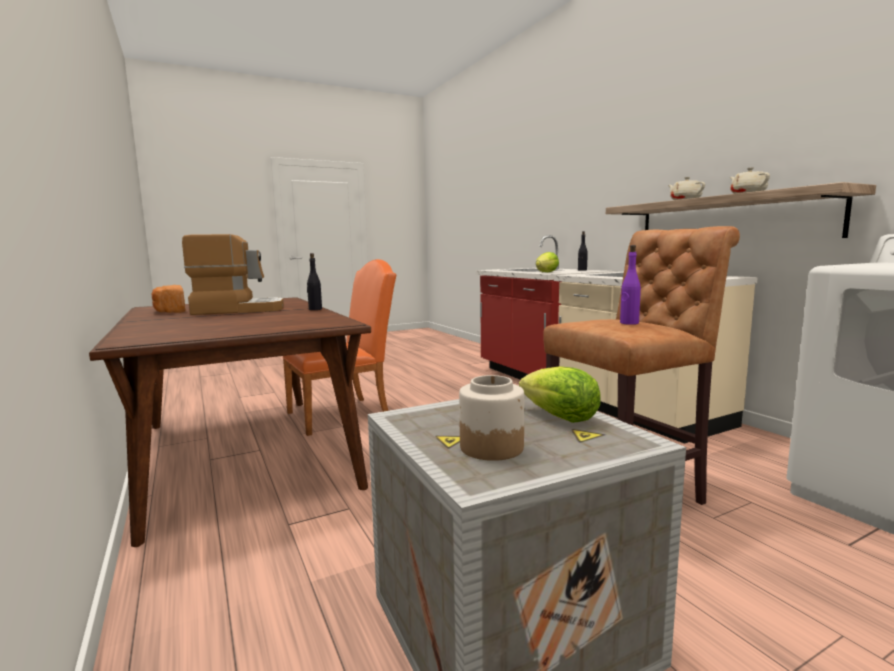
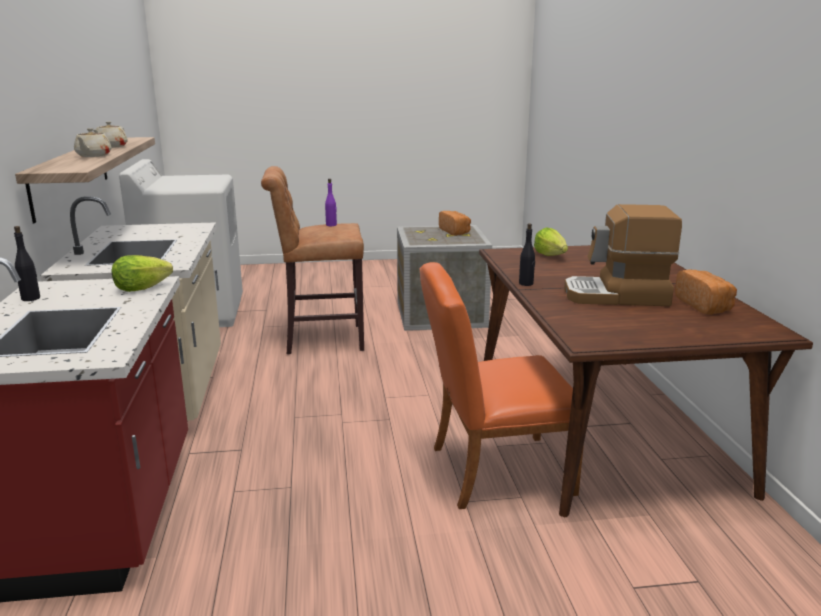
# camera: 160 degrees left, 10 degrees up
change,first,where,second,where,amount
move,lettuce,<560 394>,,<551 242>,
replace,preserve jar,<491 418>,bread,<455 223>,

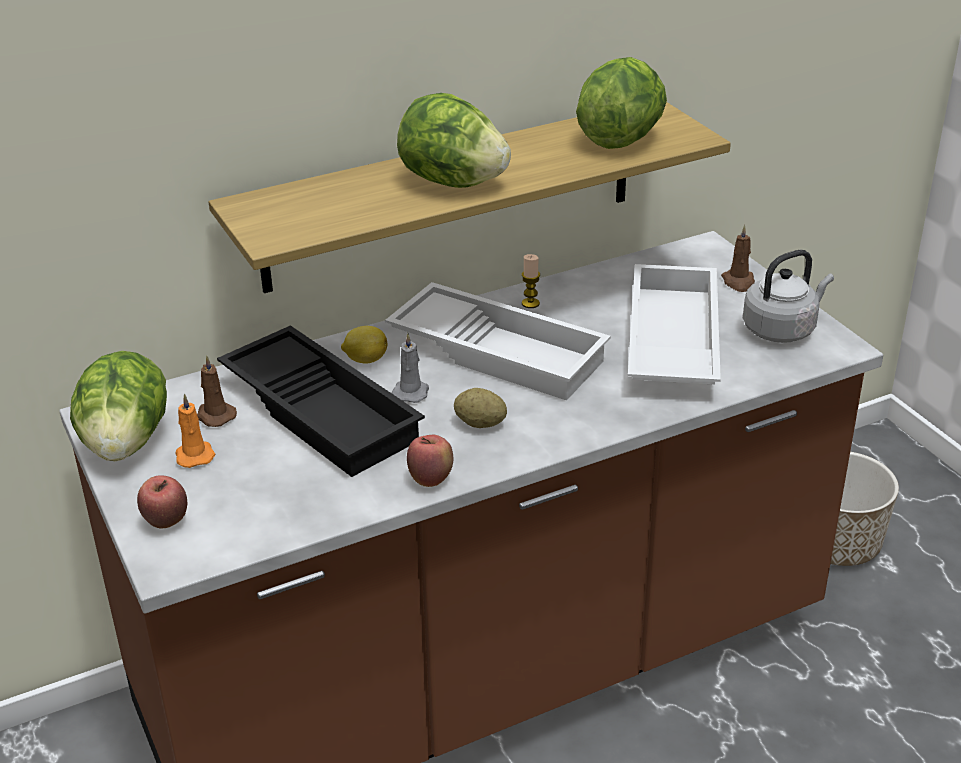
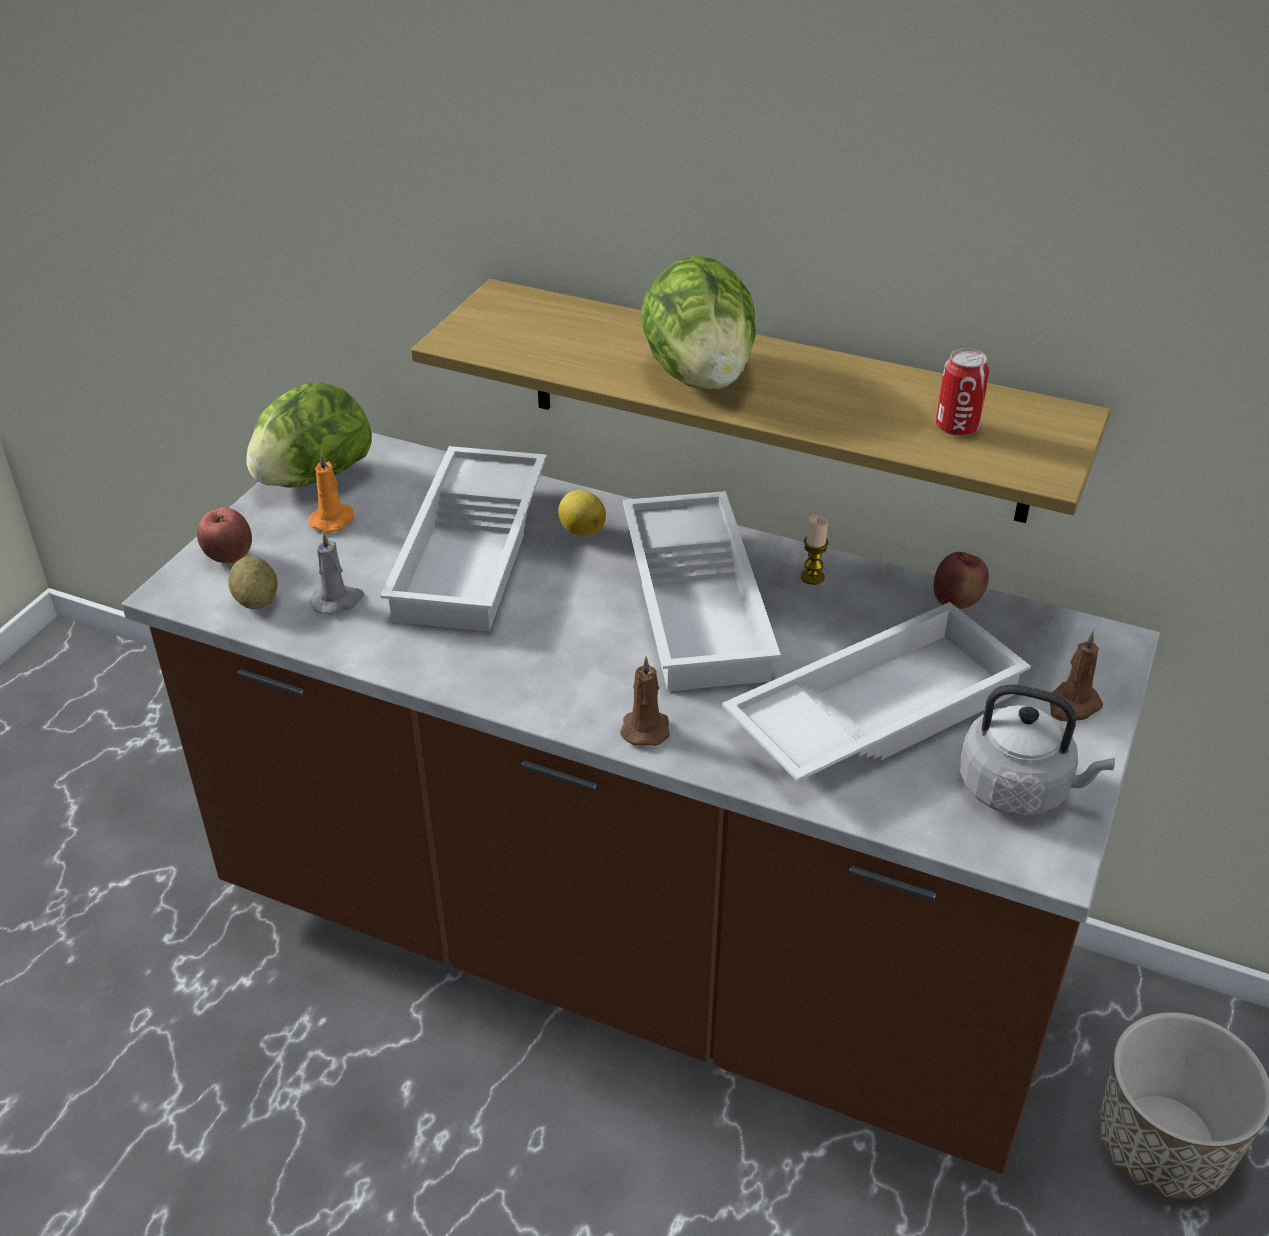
# camera: 50 degrees right, 5 degrees up
change,first,where,second,where,amount
replace,lettuce,<621 103>,can,<962 392>,
recolor,blackish serving tray,<321 401>,white serving tray,<463 539>,
move,gray candle,<410 368>,,<337 573>,
move,brownish candle,<217 391>,,<645 701>,
move,spud,<480 408>,,<253 582>,
move,apple fruit,<430 461>,,<961 580>,

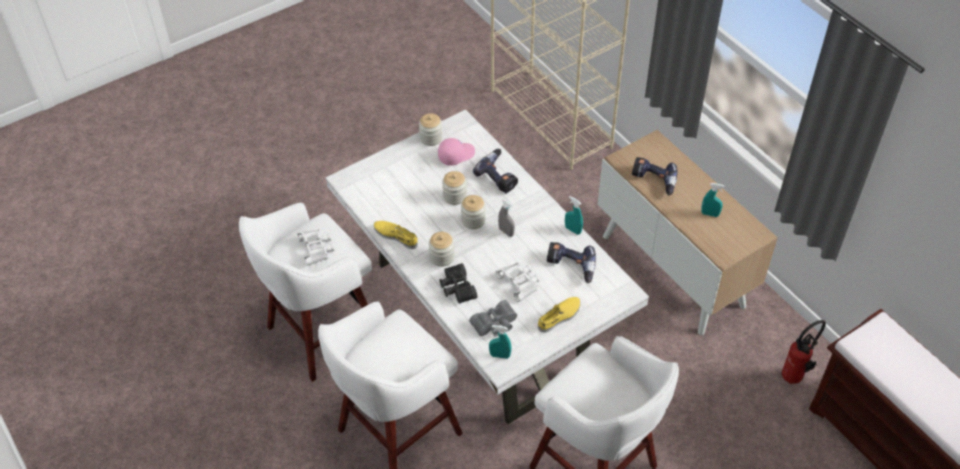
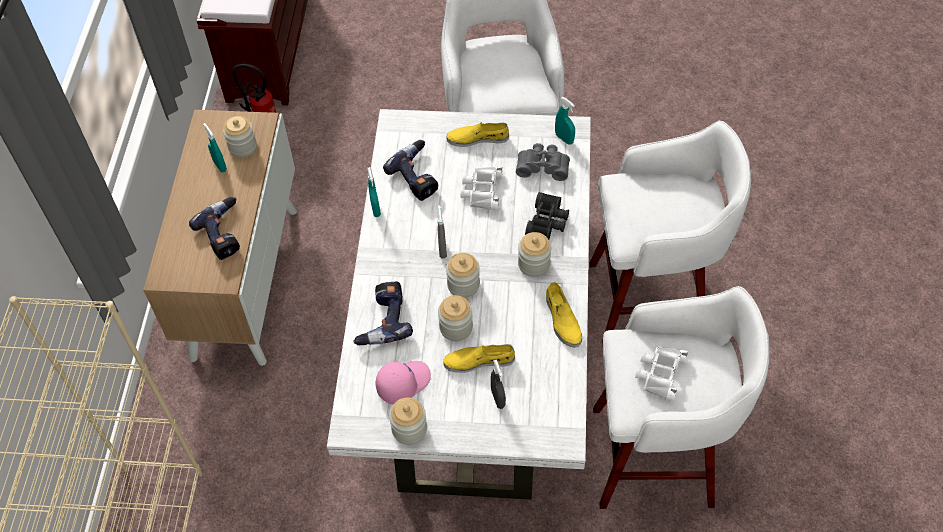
# camera: 140 degrees left, 5 degrees up
change,first,where,second,where,amount
rotate,pinkish peaked cap,<456 152>,,<403 383>,135 degrees clockwise
insert,,,preserve jar,<240 136>,
insert,,,yellow-coloured low shoe,<479 358>,
insert,,,gray sprayer,<498 384>,

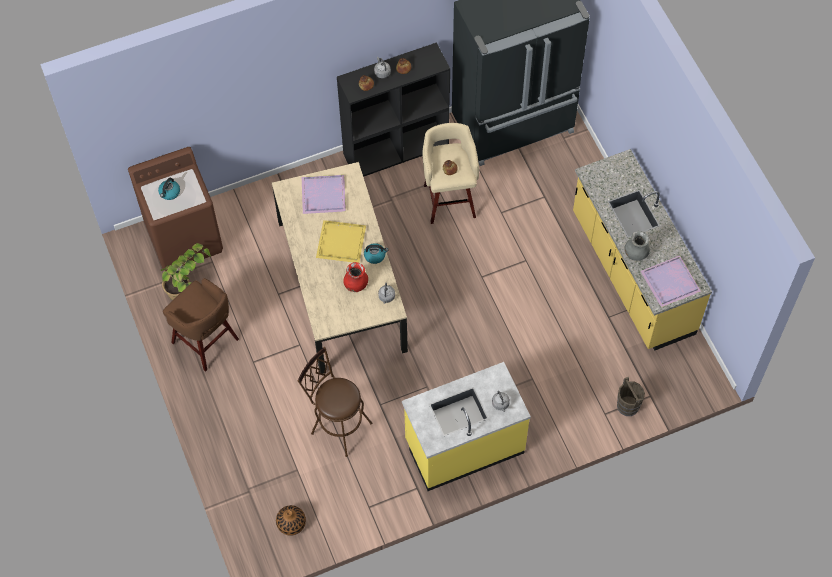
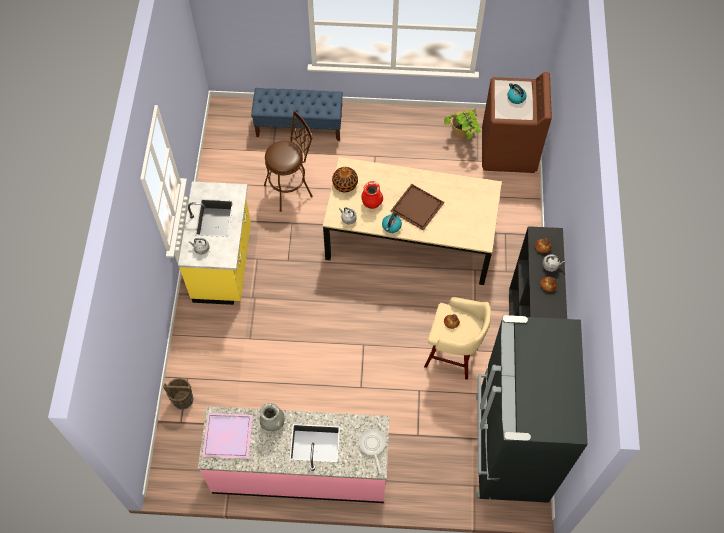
# camera: 115 degrees right, 0 degrees up
change,first,where,second,where,amount
recolor,yellow-coloured kitchen counter,<642 250>,pinkish kitchen counter,<293 454>,
delete,purple serving tray,<324 194>,,,
recolor,yellow-coloured serving tray,<341 241>,brownish serving tray,<417 207>,
delete,brownish stool seat,<201 325>,,,
move,decorative vase,<291 520>,,<345 179>,
insert,,,blue-coloured indoor bench,<297 114>,
insert,,,frying pan,<372 451>,

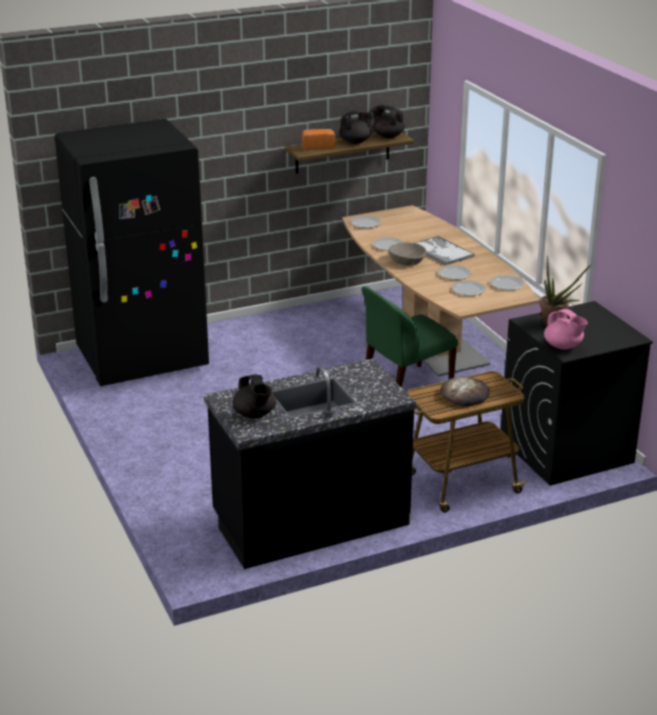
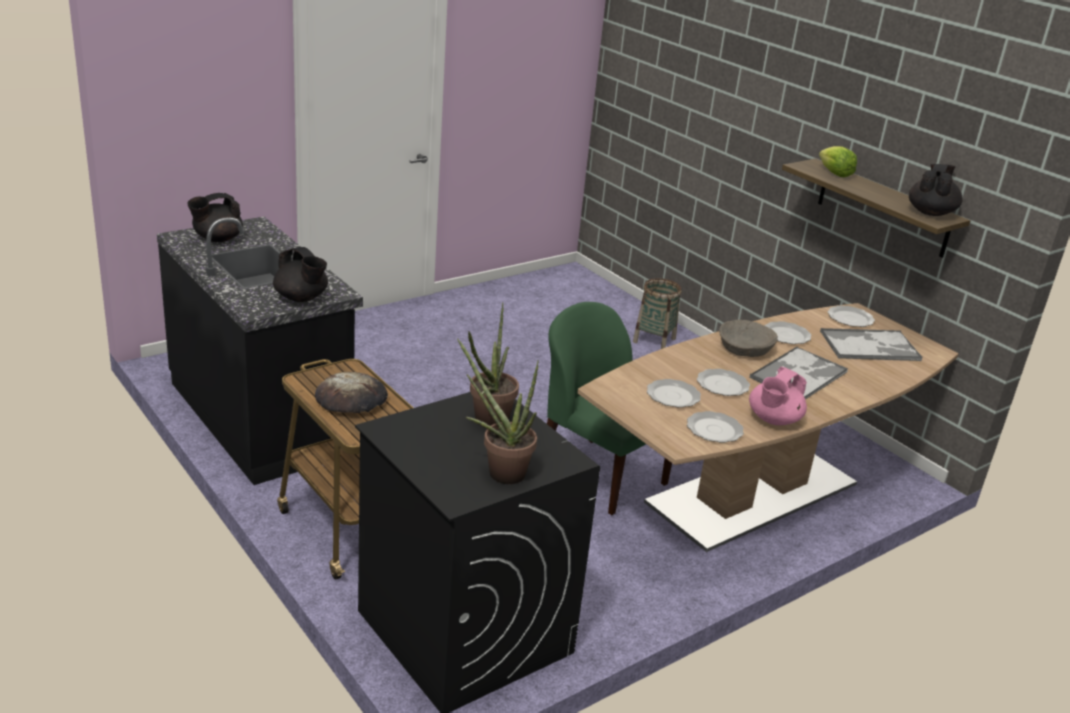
# camera: 75 degrees right, 0 degrees up
change,first,where,second,where,amount
move,blackish teapot,<355 127>,,<300 274>,
delete,blackish refrigerator,<132 252>,,,
replace,bread,<319 139>,lettuce,<838 161>,
move,pinkish teapot,<566 329>,,<778 396>,
insert,,,household basket,<657 313>,
insert,,,serving tray,<871 344>,
insert,,,houseplant,<498 411>,

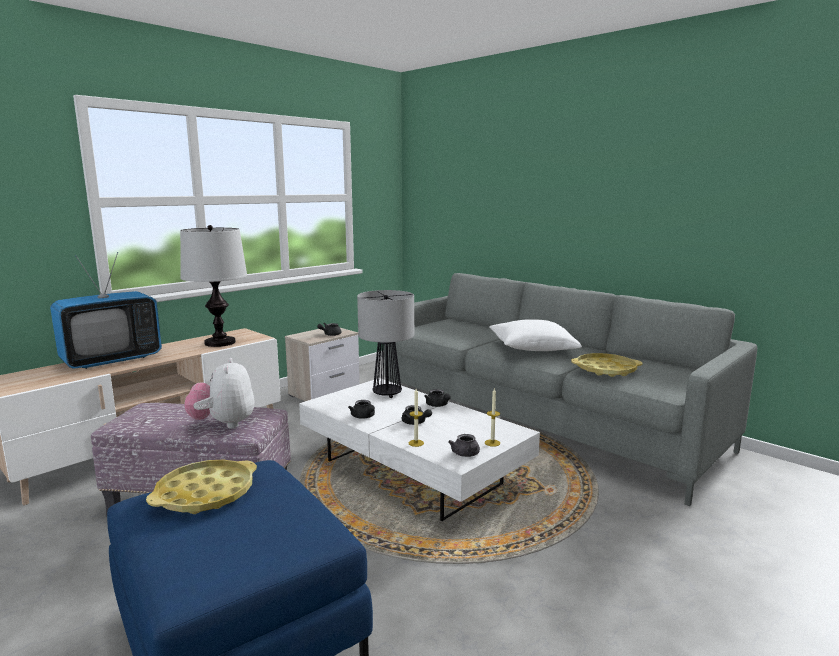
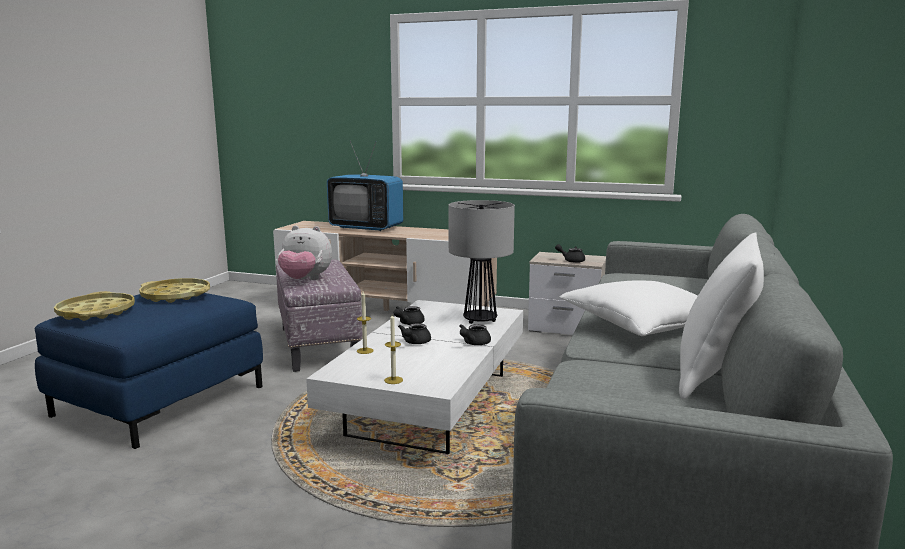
# camera: 65 degrees right, 0 degrees up
change,first,where,second,where,amount
delete,lamp for a table,<213 286>,,,
move,yellow-coloured serving tray,<607 365>,,<94 306>,
rotate,plush toy,<219 393>,,<305 252>,135 degrees counterclockwise
delete,gray teapot,<464 445>,,,
insert,,,white cushion,<721 316>,

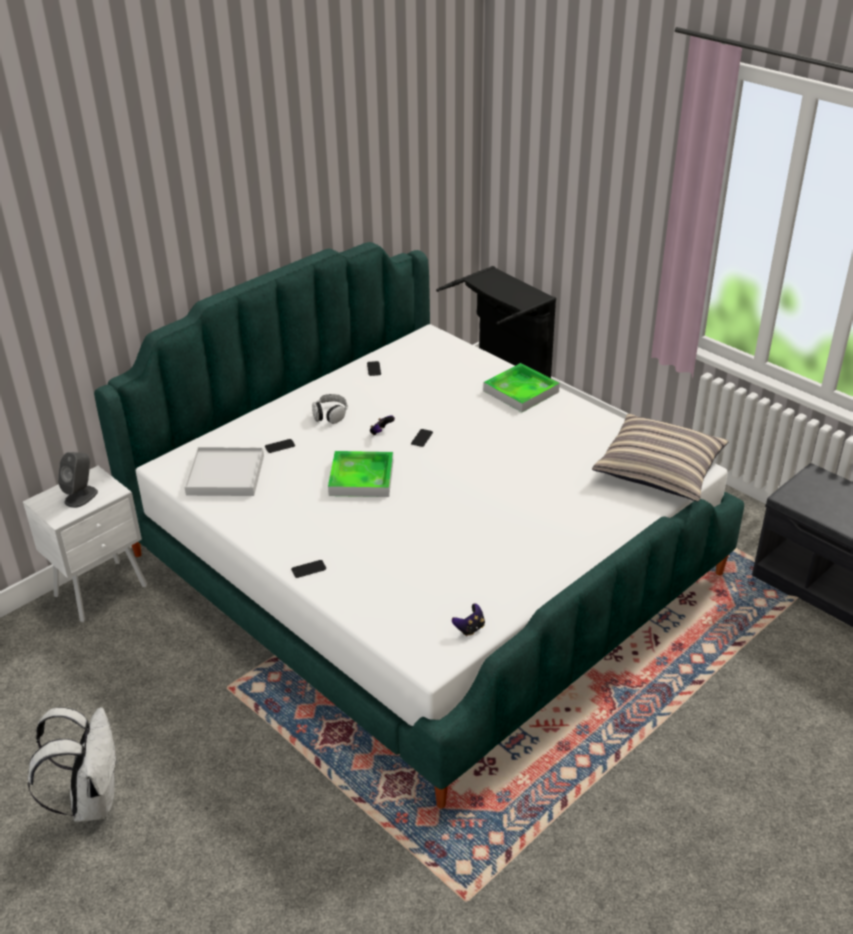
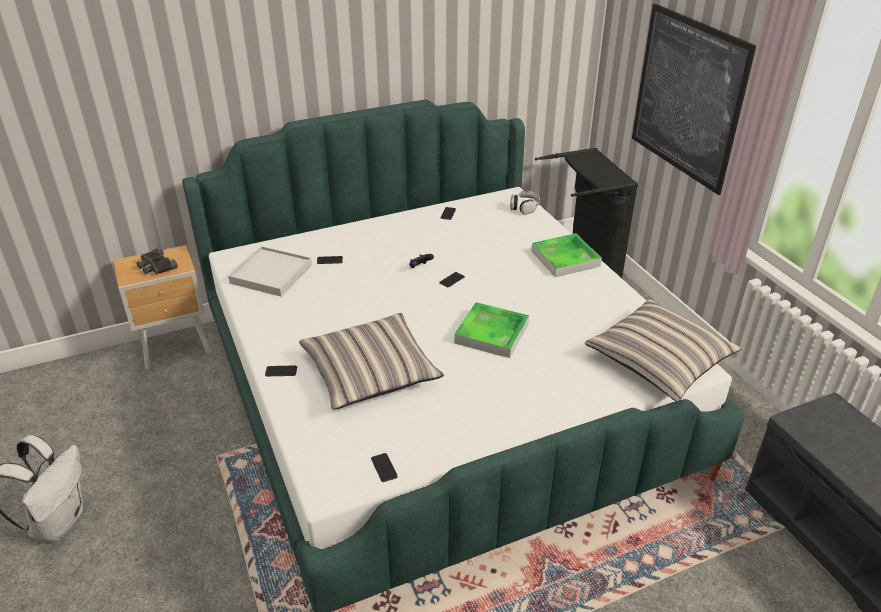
# camera: 20 degrees right, 0 degrees up
change,first,where,second,where,amount
move,headset,<330 409>,,<525 203>,
move,serving tray,<360 474>,,<491 330>,
replace,gray speaker,<78 480>,blackish pair of binoculars,<157 260>,
recolor,white night table,<85 544>,brownish night table,<162 307>,
replace,joypad,<468 619>,phone,<384 467>,
insert,,,wall art,<694 99>,
insert,,,cushion,<371 361>,

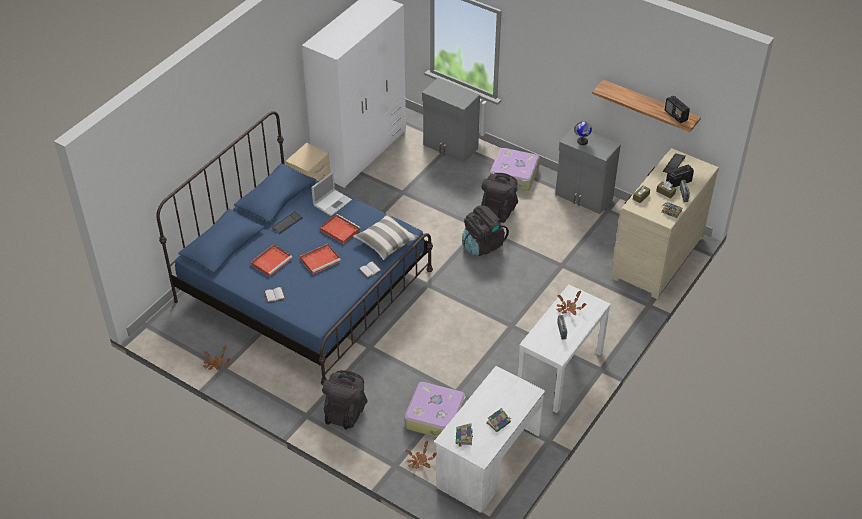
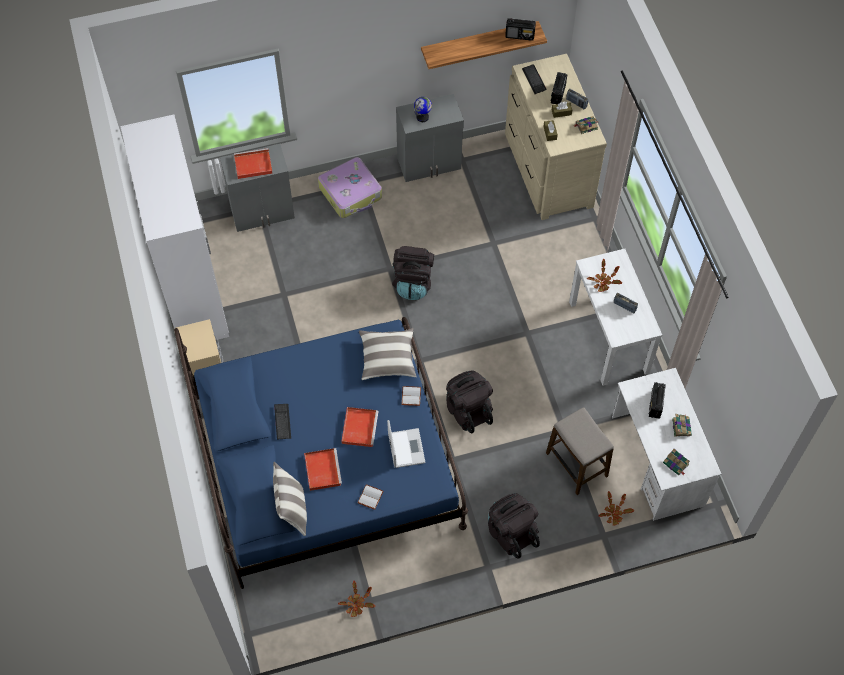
# camera: 50 degrees left, 15 degrees up
change,first,where,second,where,amount
move,notebook computer,<331 194>,,<406 444>,
move,blackish rucksack,<499 198>,,<469 402>,
move,reddish serving tray,<340 229>,,<253 163>,
replace,travel case,<435 409>,stool seat,<580 451>,
insert,,,radio set,<657 400>,
insert,,,cushion,<290 499>,

